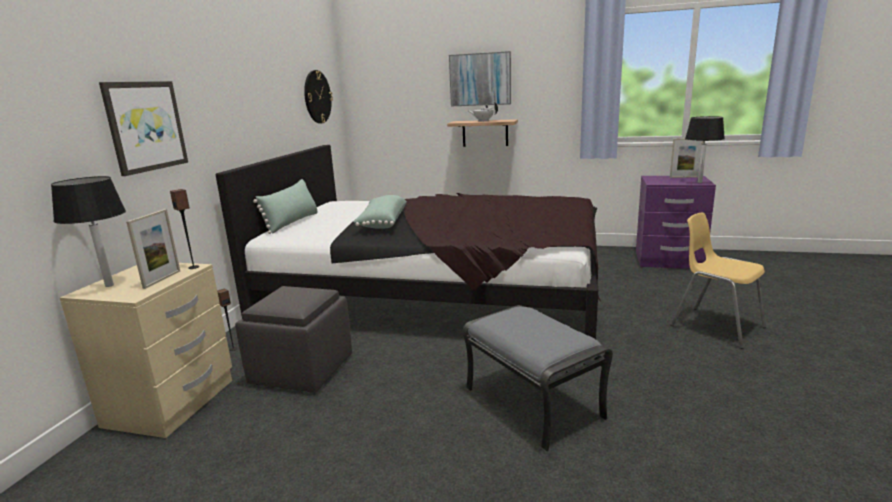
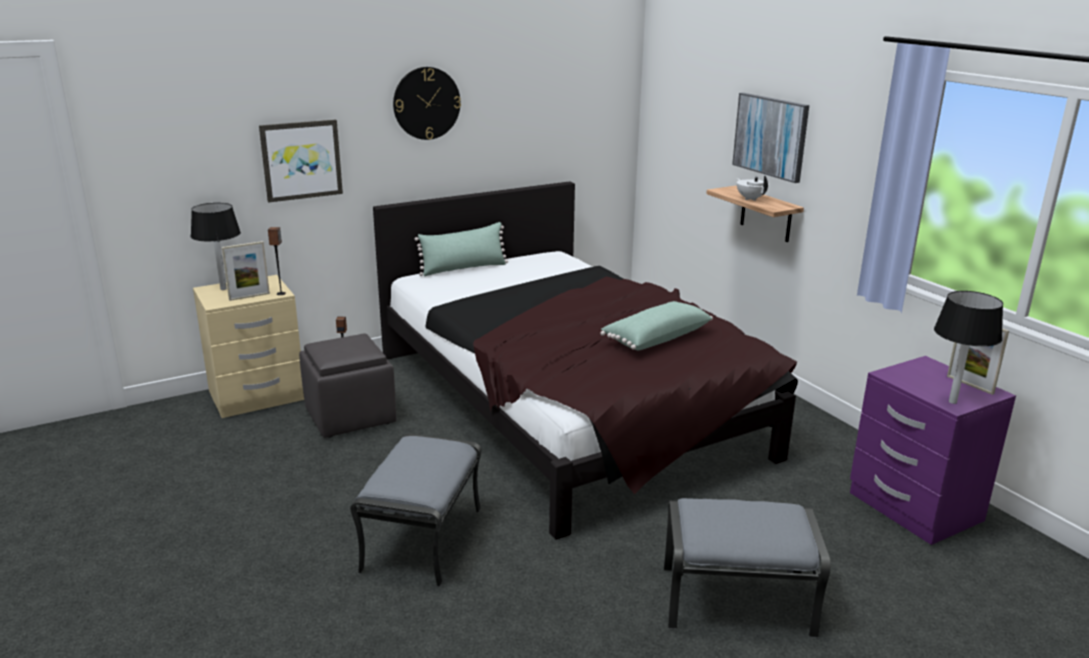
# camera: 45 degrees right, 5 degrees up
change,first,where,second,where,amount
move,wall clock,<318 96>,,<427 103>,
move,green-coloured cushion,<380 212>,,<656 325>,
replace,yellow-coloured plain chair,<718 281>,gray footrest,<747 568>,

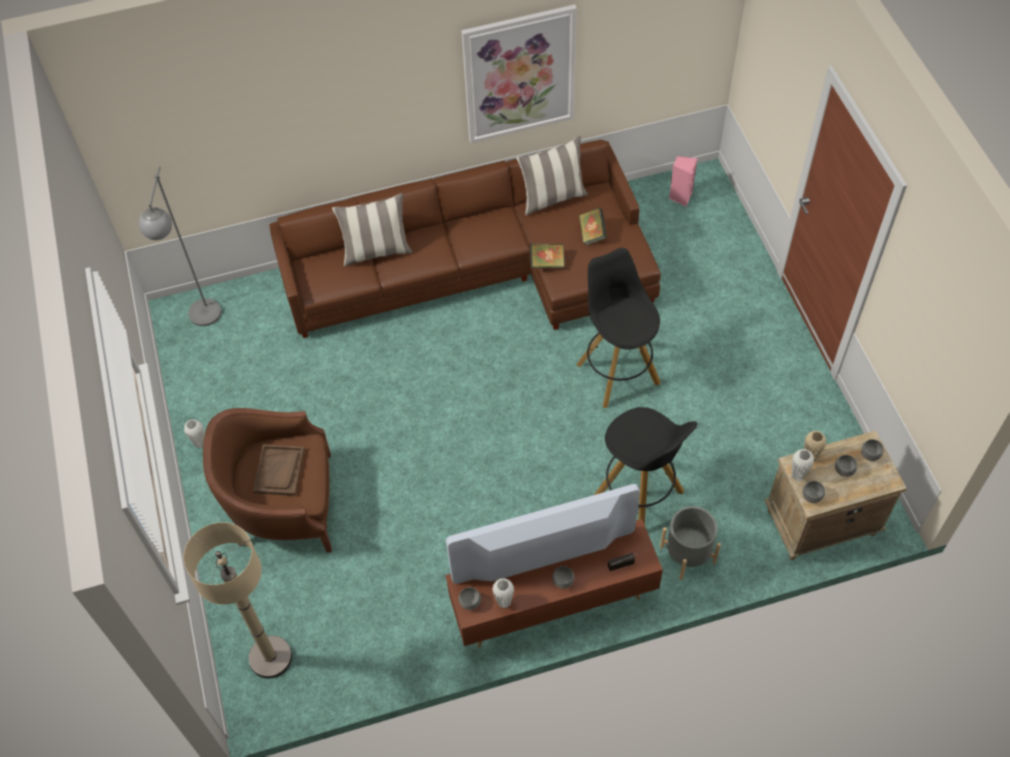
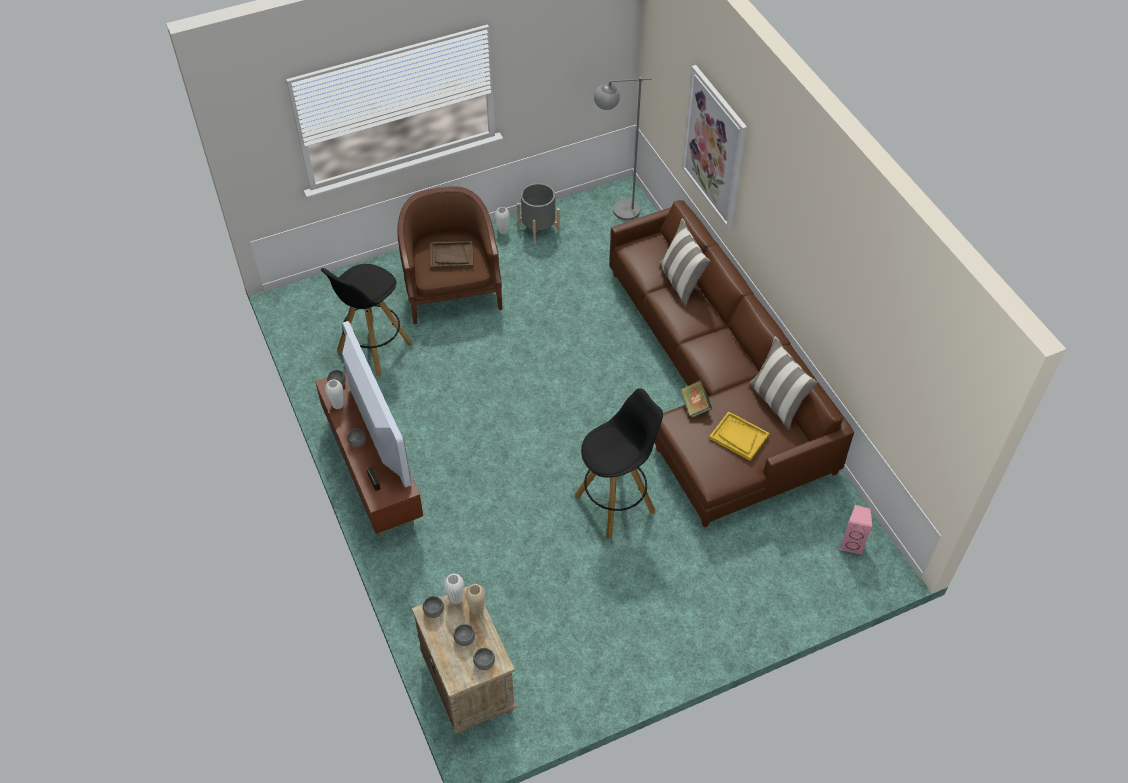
# camera: 80 degrees right, 5 degrees down
change,first,where,second,where,amount
move,wall art,<519 74>,,<714 147>,
replace,volume,<593 227>,yellow-coloured serving tray,<739 436>,
move,blackish stool seat,<645 466>,,<367 320>,
move,gray flower pot,<690 543>,,<538 213>,
delete,sand-coloured floor lamp,<237 600>,,,

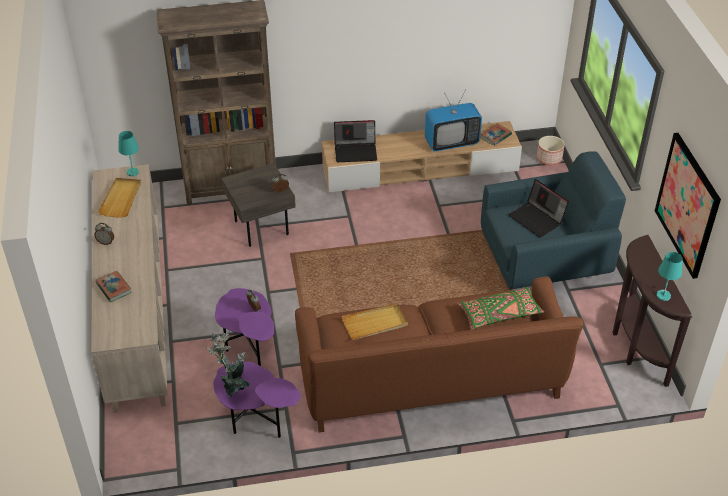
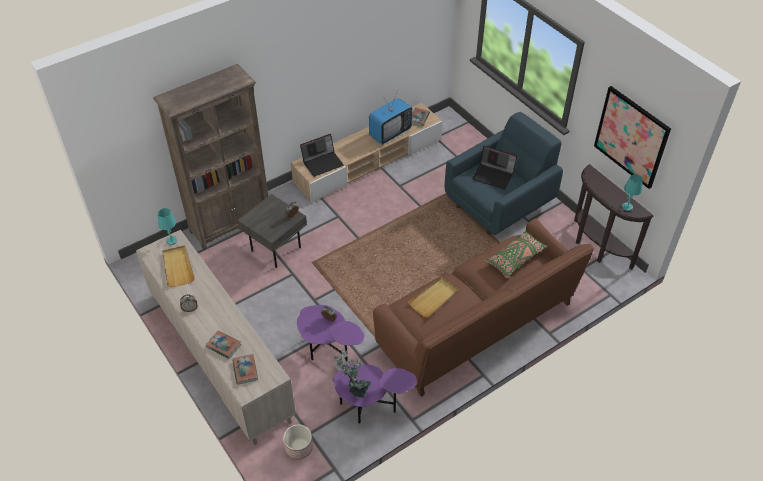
# camera: 25 degrees left, 5 degrees up
change,first,where,second,where,amount
move,flower pot,<551 151>,,<298 442>,
insert,,,volume,<245 369>,

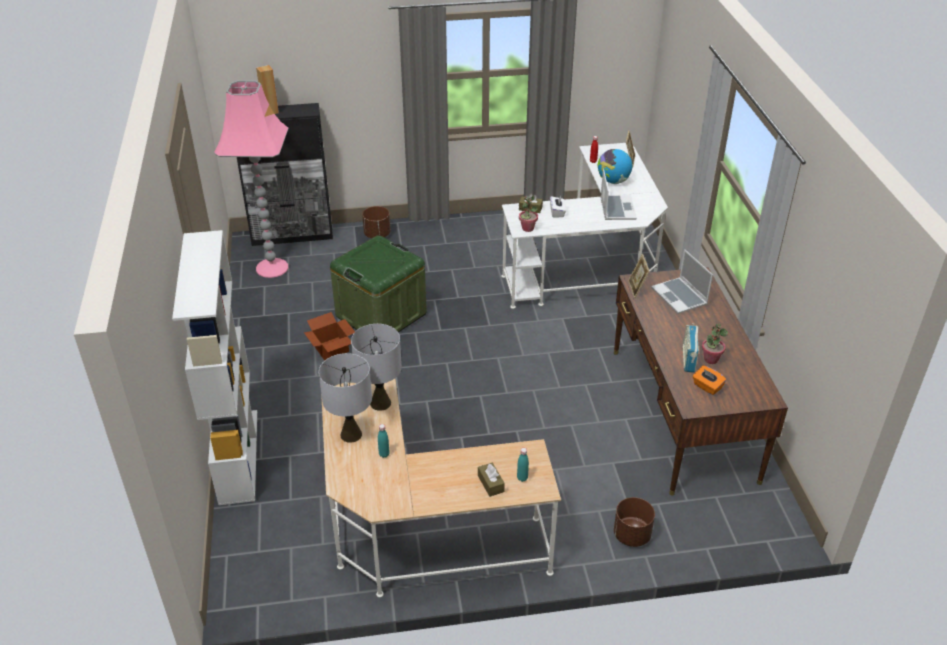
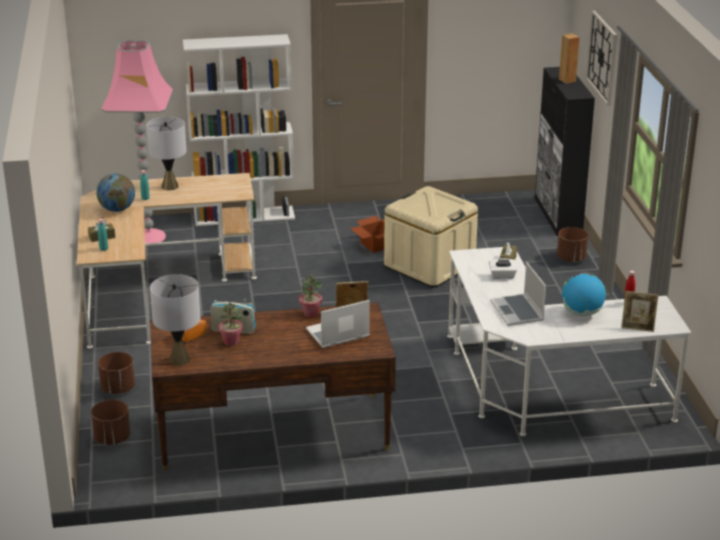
# camera: 90 degrees right, 10 degrees down
change,first,where,second,where,amount
move,pinkish floor lamp,<251 179>,,<137 141>,
rotate,notebook computer,<618 194>,,<518 294>,75 degrees clockwise
move,houseplant,<528 213>,,<310 296>,
recolor,green-coloured storage container,<378 283>,sand-coloured storage container,<431 236>,
move,gray lamp for a table,<376 367>,,<175 320>,
insert,,,wall clock,<601 58>,
insert,,,world globe,<115 193>,
insert,,,brownish flower pot,<111 422>,

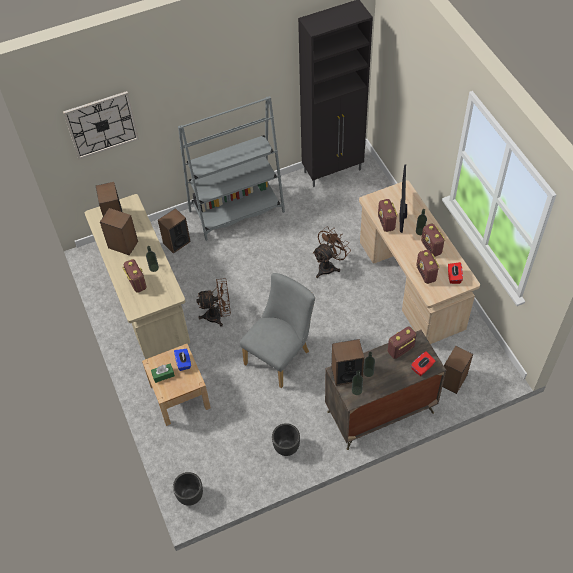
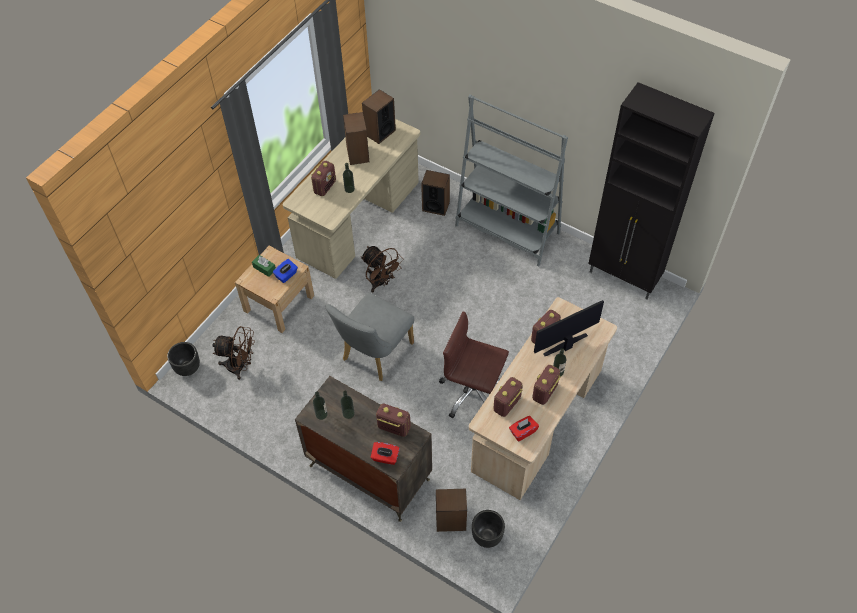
# camera: 55 degrees right, 0 degrees up
change,first,where,second,where,amount
delete,wall clock,<101 125>,,,
move,brownish electric fan,<332 252>,,<234 353>,
rotate,gray plain chair,<277 330>,,<370 337>,120 degrees clockwise
delete,speaker,<348 362>,,,
move,blackish flower pot,<286 439>,,<488 529>,
insert,,,brownish computer chair,<474 364>,

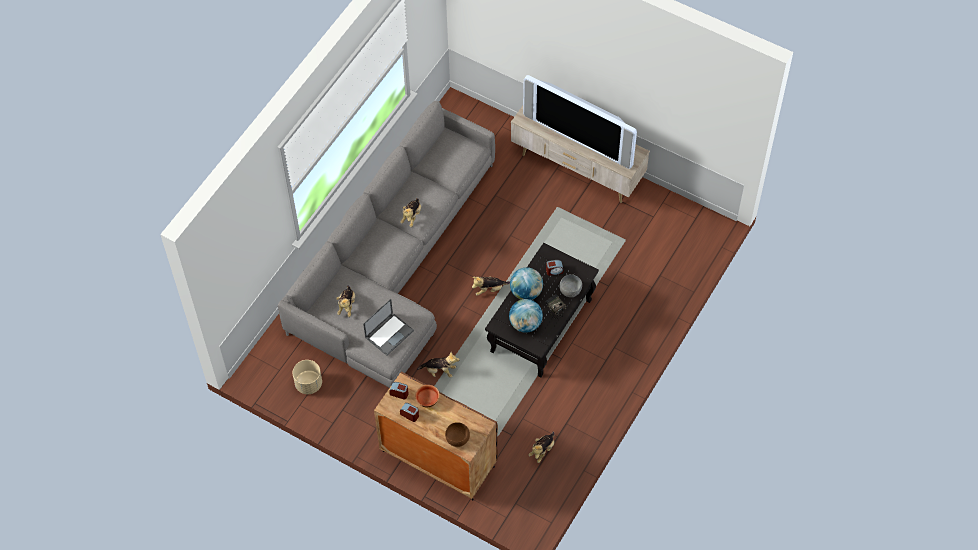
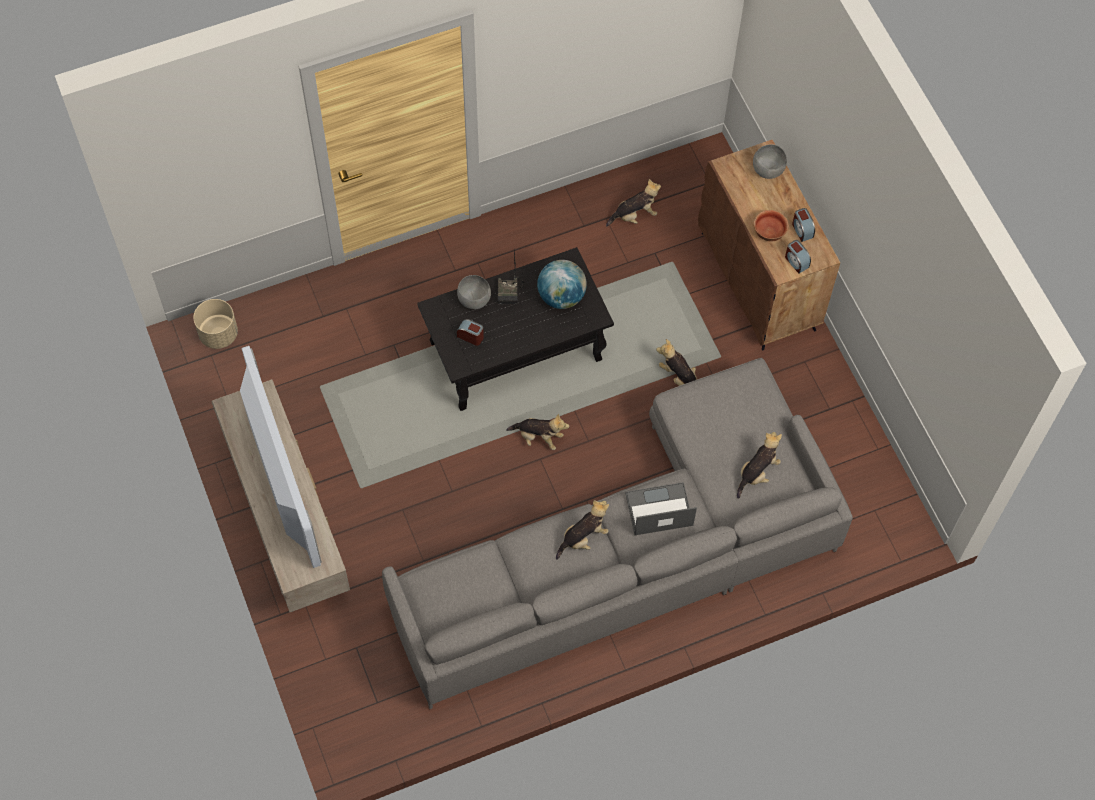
# camera: 145 degrees left, 5 degrees up
change,first,where,second,where,amount
delete,world globe,<526 283>,,,
move,notebook computer,<388 327>,,<661 508>,
move,sand-coloured flower pot,<307 377>,,<215 324>,
recolor,brownish deep dish,<457 434>,gray deep dish,<770 161>,

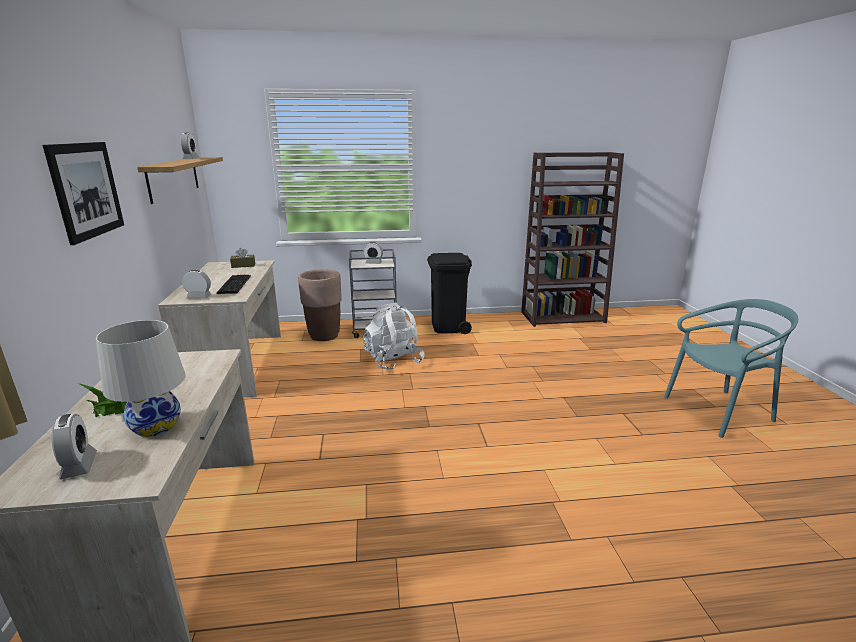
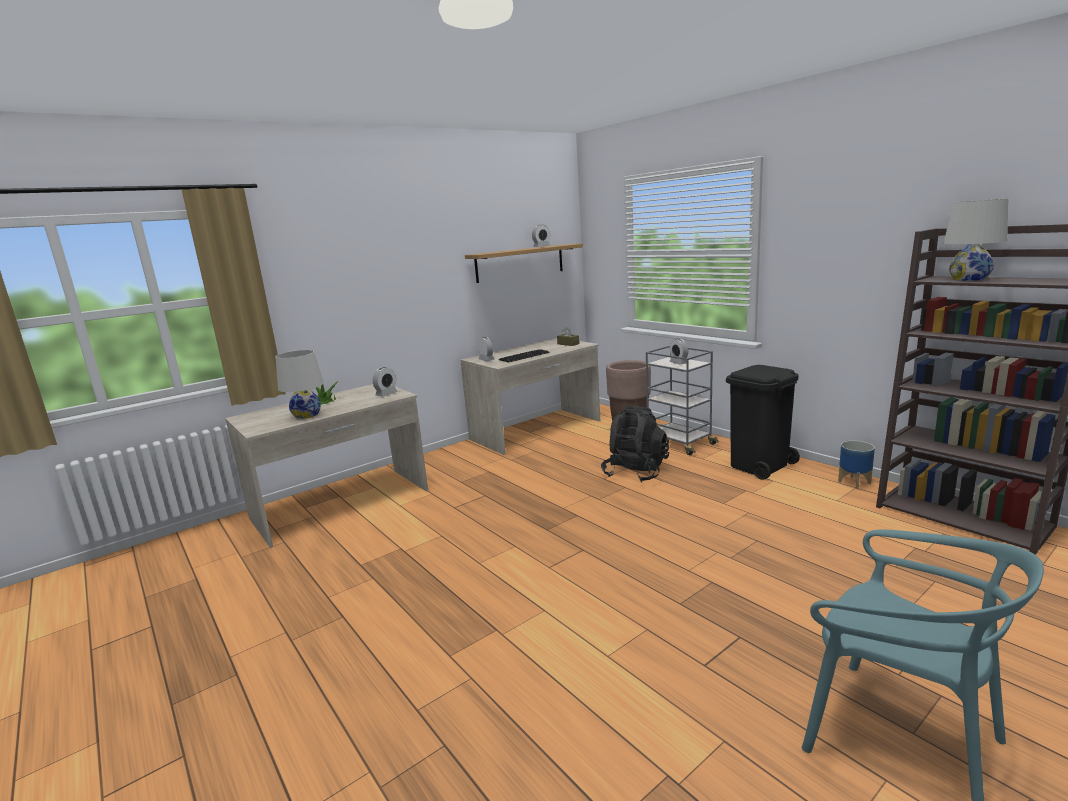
# camera: 60 degrees right, 5 degrees down
change,first,where,second,where,amount
delete,wall art,<83 193>,,,
recolor,white rucksack,<394 337>,blackish rucksack,<635 444>,
move,alarm clock,<74 447>,,<385 382>,
insert,,,white lamp for a table,<976 240>,
insert,,,flower pot,<856 464>,

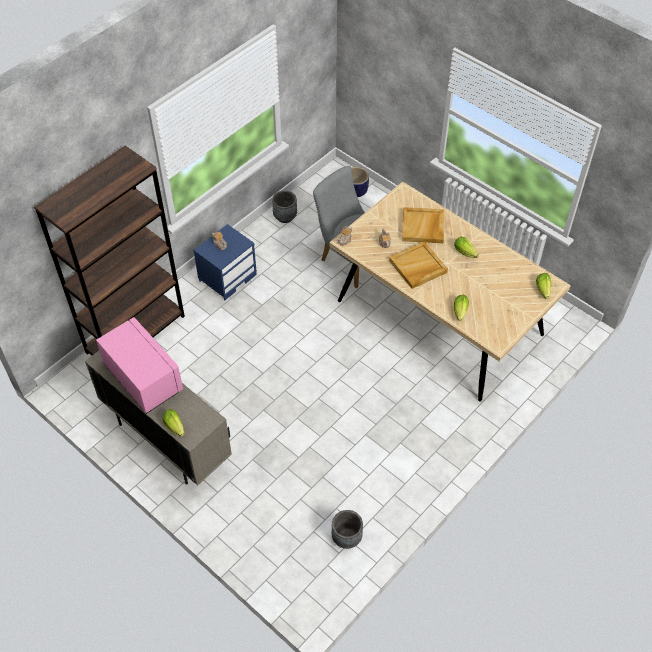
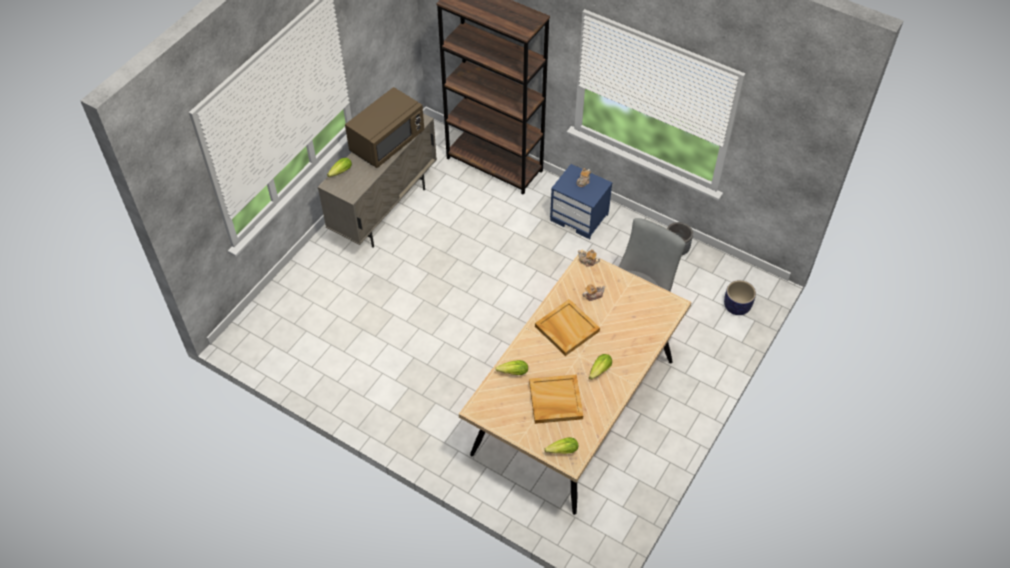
# camera: 80 degrees right, 0 degrees up
change,first,where,second,where,amount
move,sand-coloured serving tray,<423 225>,,<556 399>,
recolor,pinkish microwave oven,<139 365>,brownish microwave oven,<384 127>,
delete,gray flower pot,<347 529>,,,

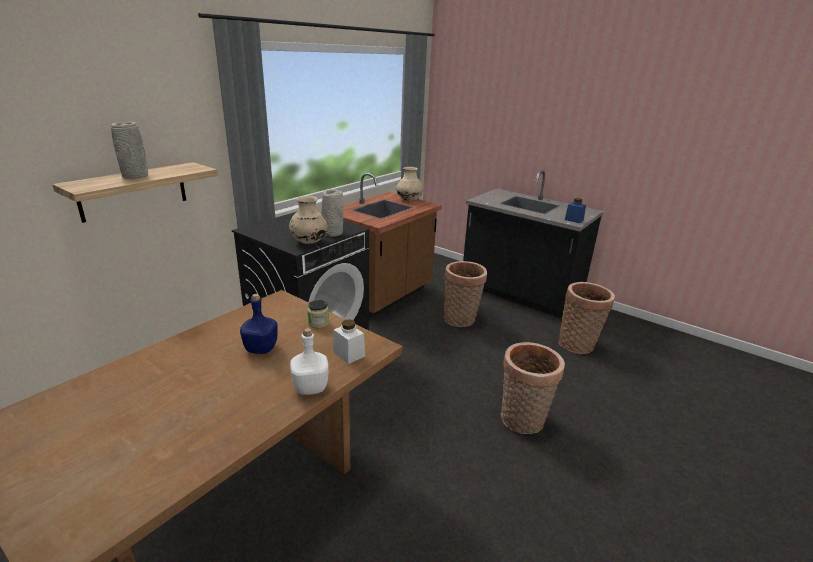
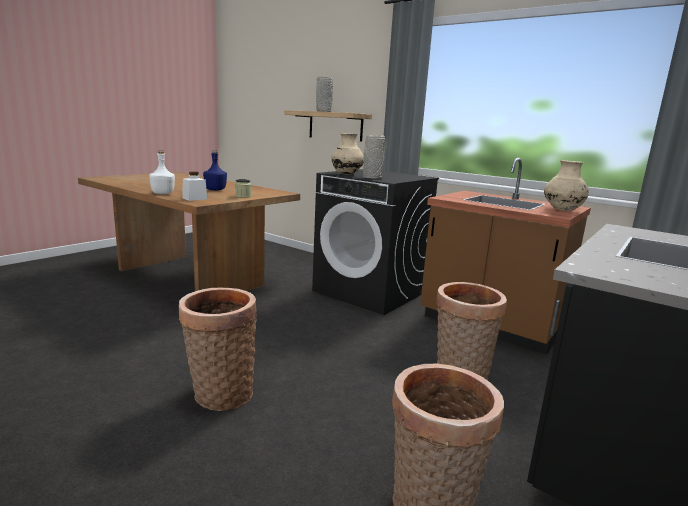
# camera: 90 degrees right, 10 degrees down
change,first,where,second,where,amount
delete,blue-coloured preserve jar,<575 210>,,,

